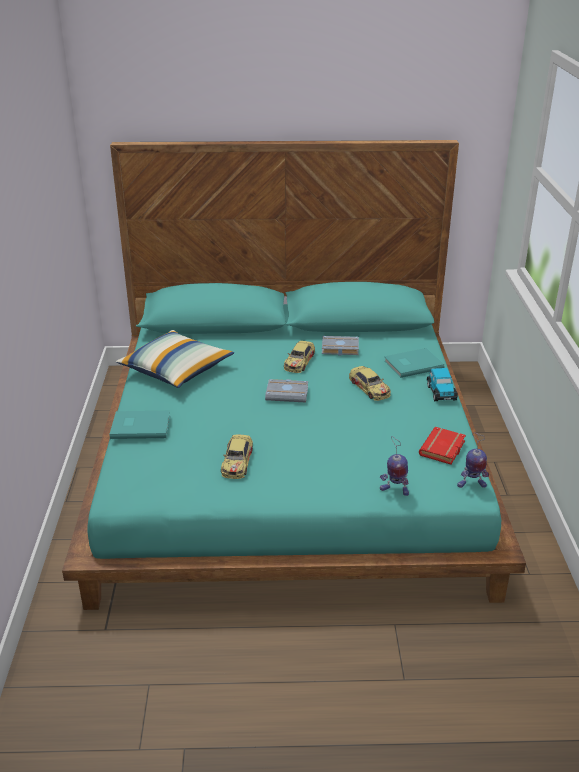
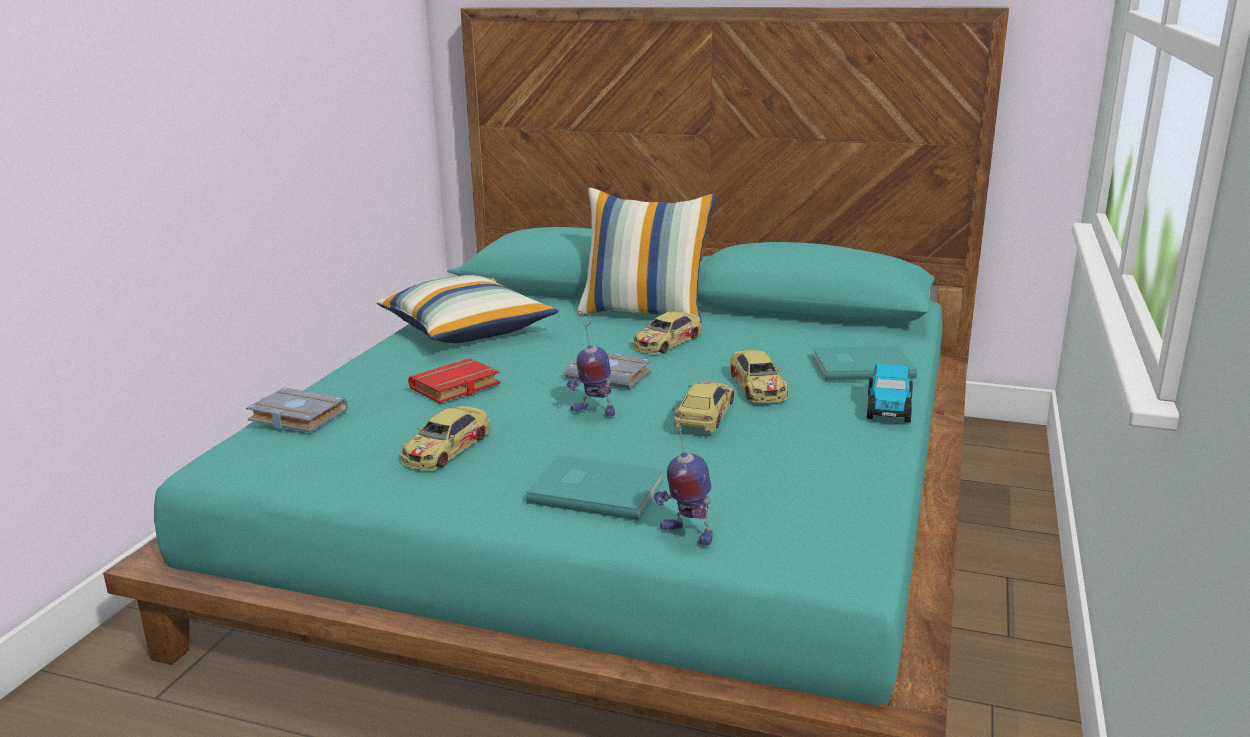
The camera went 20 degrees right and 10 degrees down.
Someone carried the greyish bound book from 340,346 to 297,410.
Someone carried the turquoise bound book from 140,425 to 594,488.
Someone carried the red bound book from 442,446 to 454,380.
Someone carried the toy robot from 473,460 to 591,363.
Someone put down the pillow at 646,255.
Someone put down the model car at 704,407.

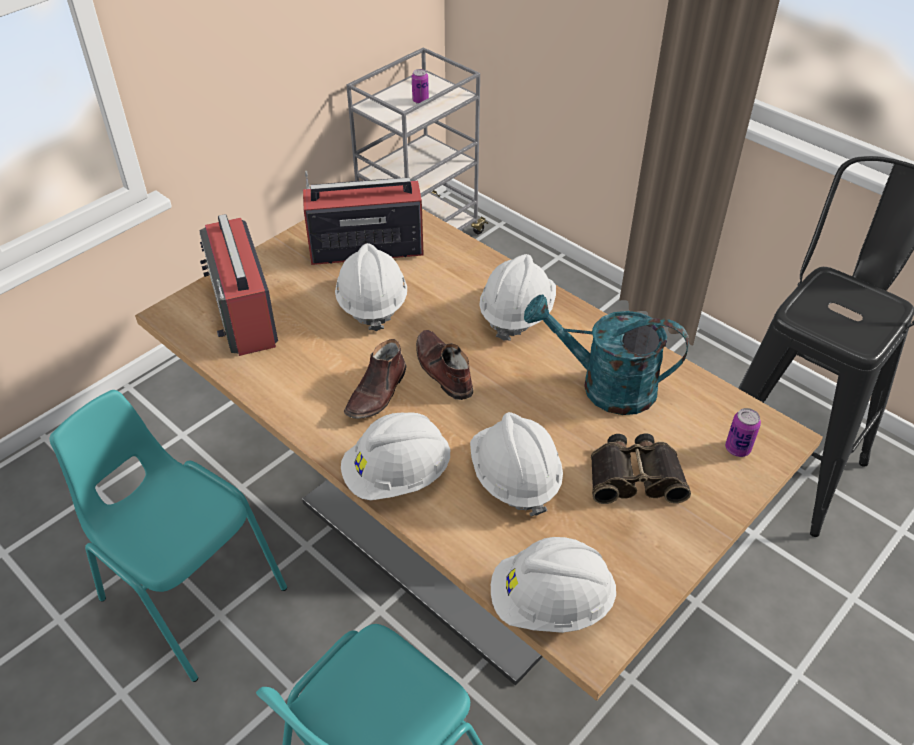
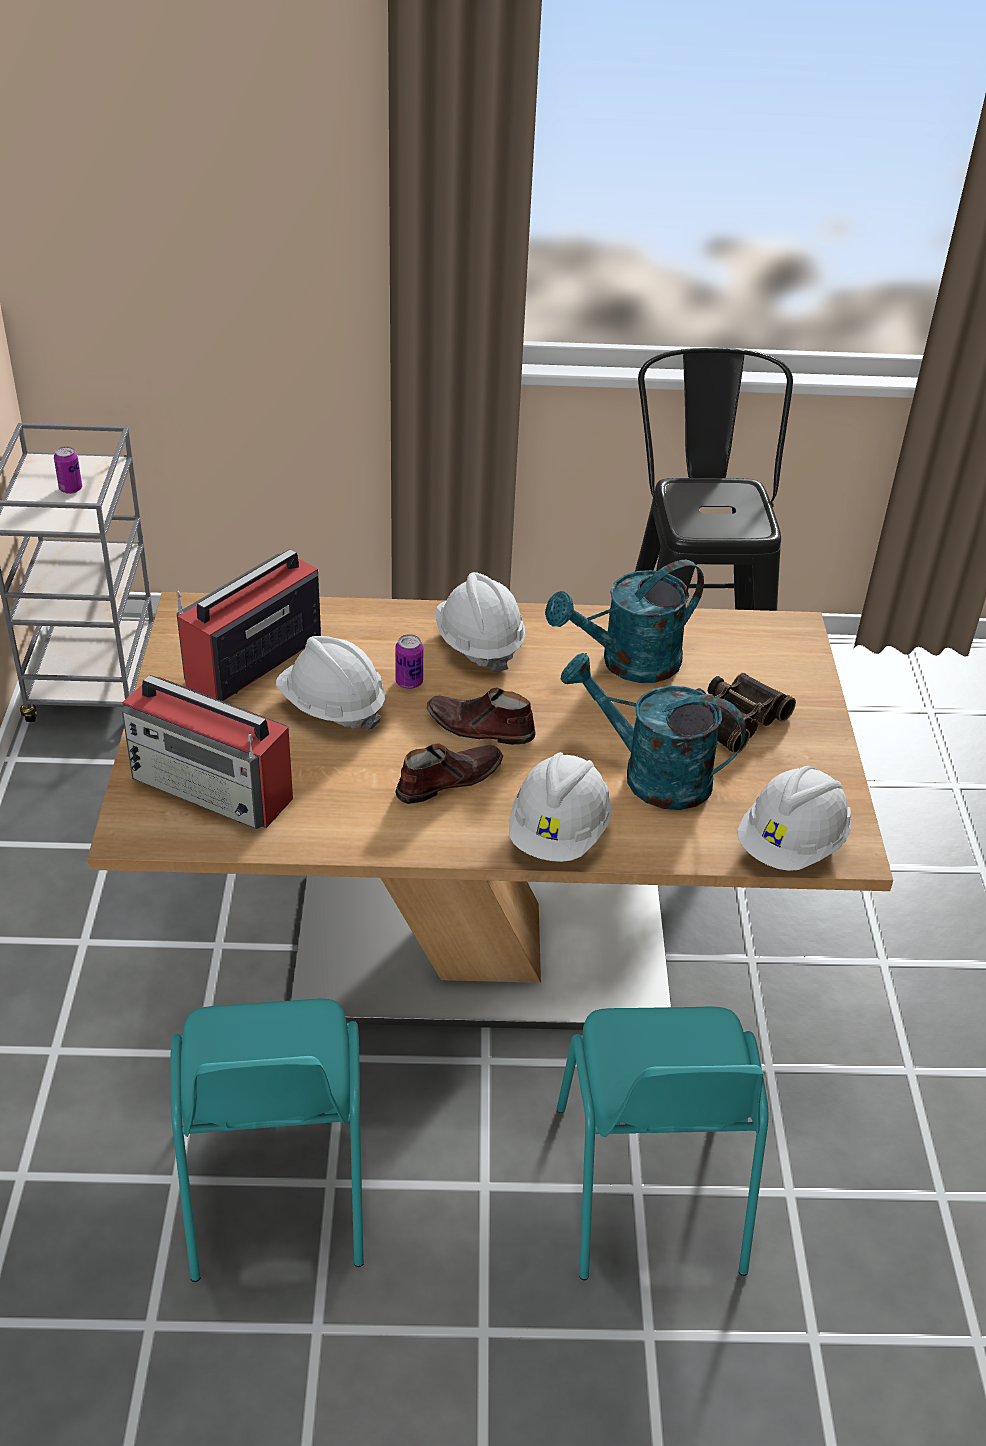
The camera went 45 degrees left and 5 degrees down.
Someone rotated the brown-coloured item of footwear at 375,379 by 105 degrees counterclockwise.
Someone rotated the turquoise plain chair at 168,536 by 90 degrees counterclockwise.
Someone carried the can from 743,432 to 409,661.
Someone swapped the white-coloured safety helmet at 516,464 for the turquoise watering pot at 653,731.

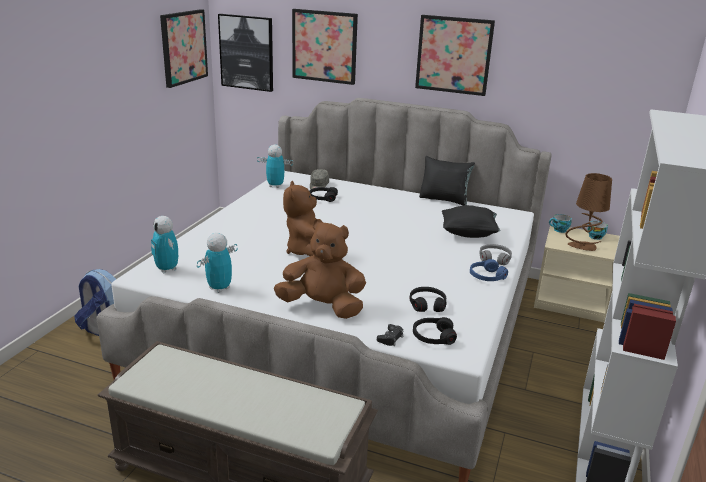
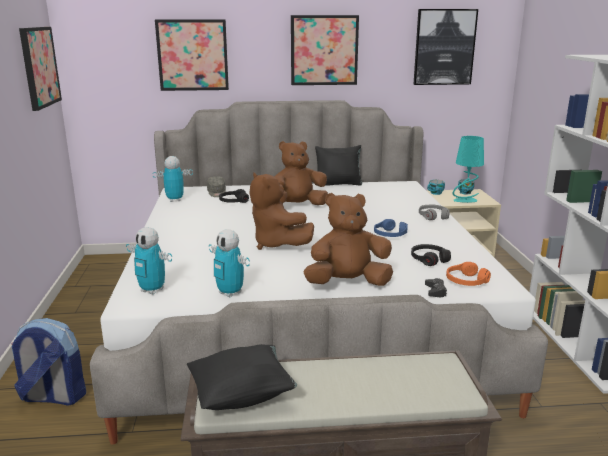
The camera went 25 degrees left and 5 degrees down.
Someone carried the picture from 245,53 to 446,47.
Someone repainted the brown-coloured table lamp at 588,212, which became the turquoise table lamp at 468,169.
Someone carried the black-coloured pillow from 471,221 to 242,377.
Someone rotated the toy robot at 217,263 by 60 degrees counterclockwise.
Someone carried the bluish headset from 489,270 to 391,228.
Someone repainted the black-coloured headset at 435,331, which became the orange-coloured headset at 468,274.
Someone put down the brown-coloured plush toy at 301,173.

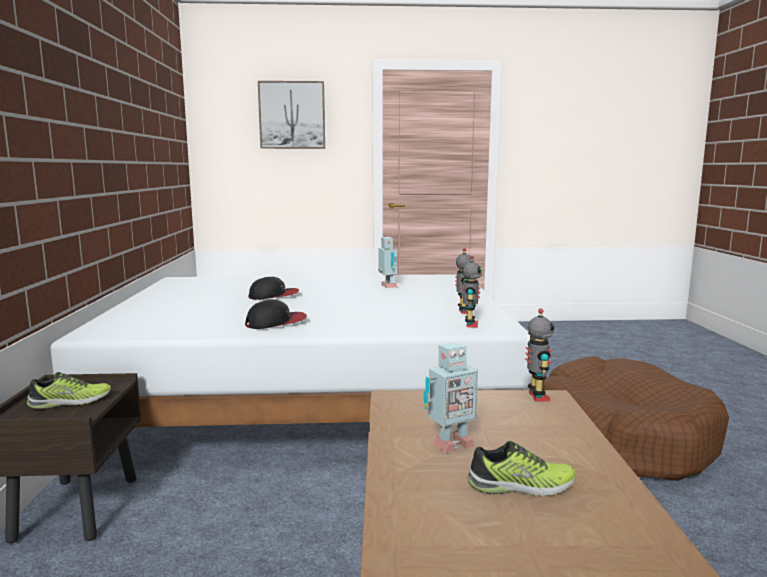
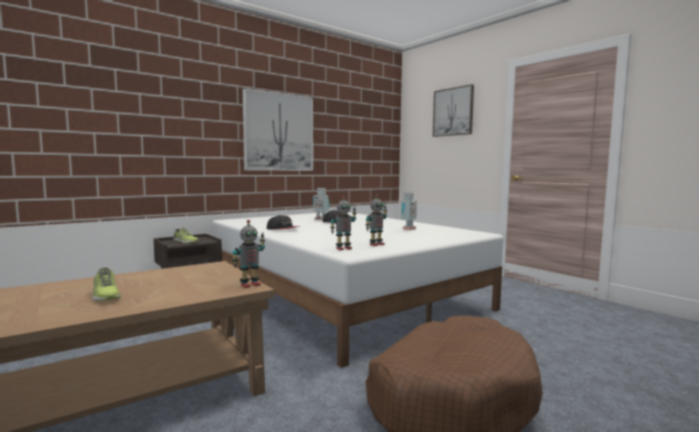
The camera went 55 degrees right and 5 degrees down.
Someone carried the toy robot from 450,398 to 321,204.
Someone put up the picture at 278,129.

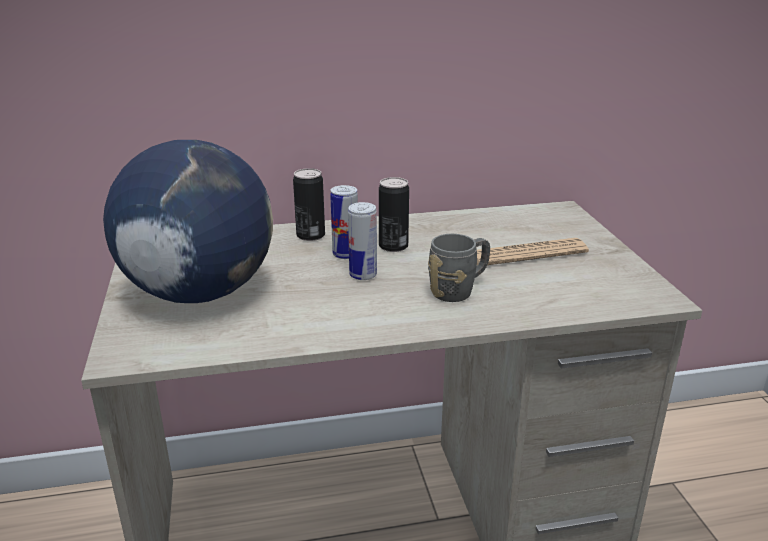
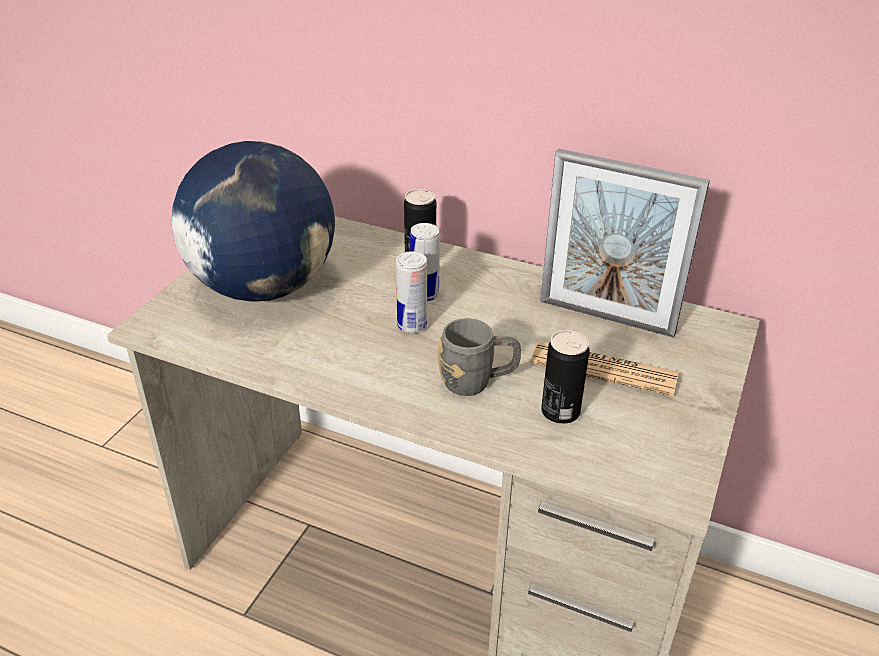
The camera went 35 degrees right and 10 degrees up.
Someone carried the can from 394,214 to 565,377.
Someone put down the photo frame at 625,243.

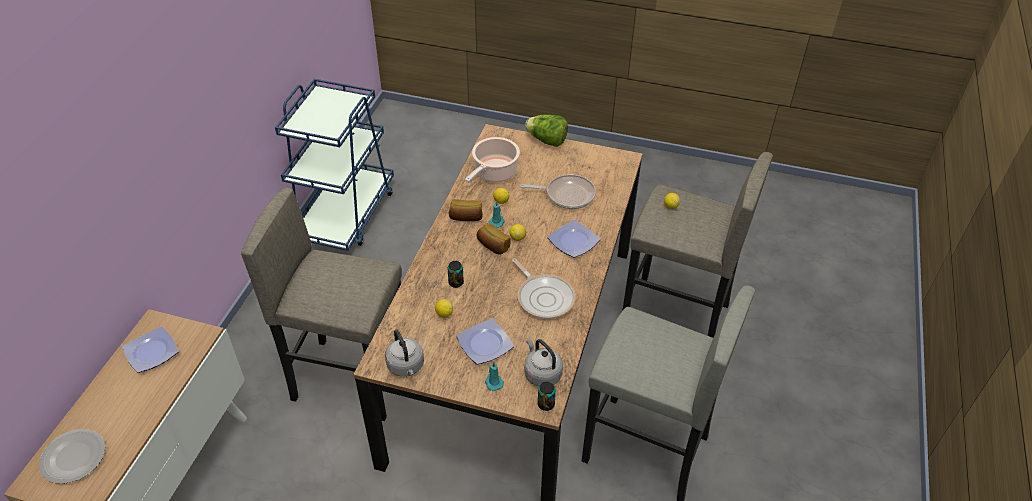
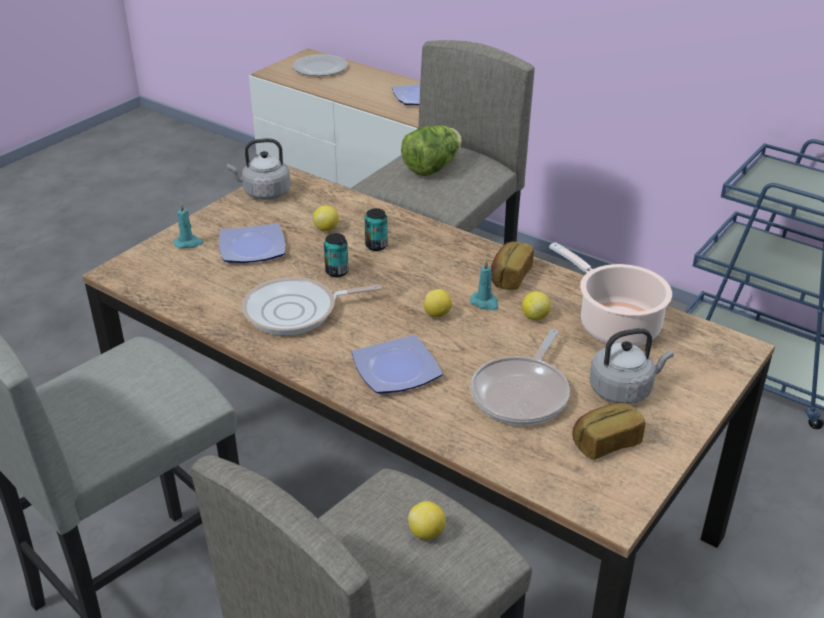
The camera went 110 degrees right and 10 degrees down.
Someone carried the lettuce from 546,130 to 431,150.
Someone carried the bread from 494,239 to 608,431.
Someone carried the greyish tea kettle from 543,362 to 632,366.
Someone carried the can from 547,396 to 336,255.

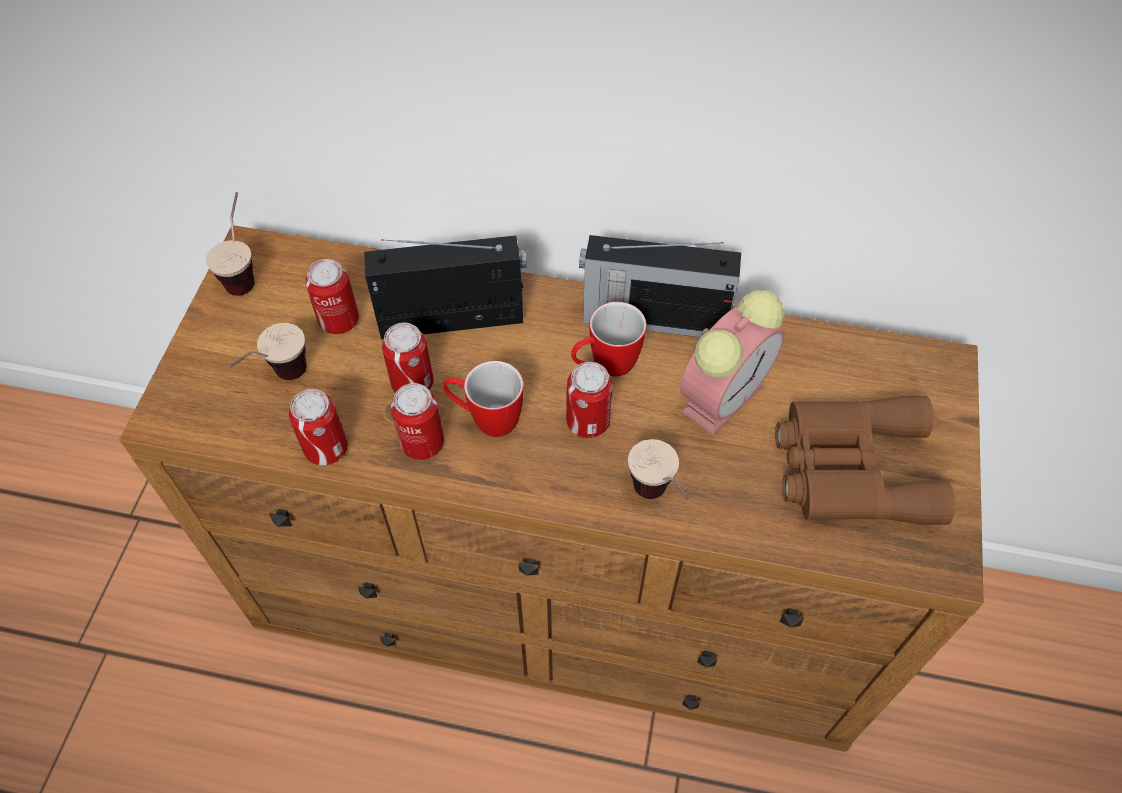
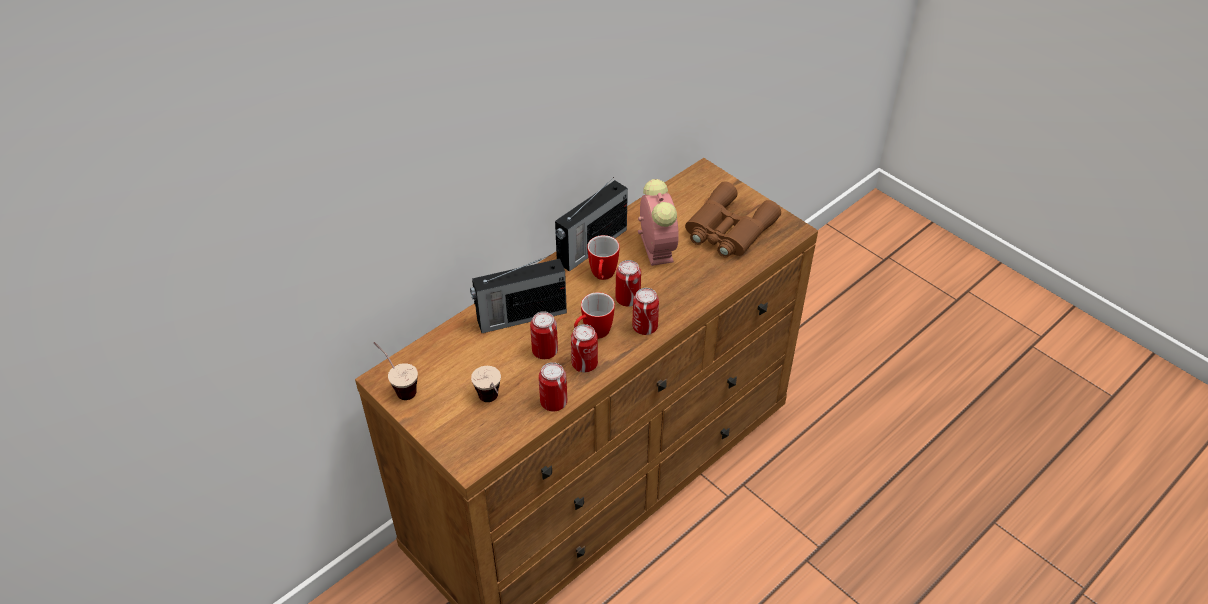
The camera went 55 degrees left and 10 degrees down.
Someone rotated the radio receiver at 445,287 by 135 degrees counterclockwise.
Someone carried the can from 332,296 to 645,311.
Someone took away the cup at 659,470.

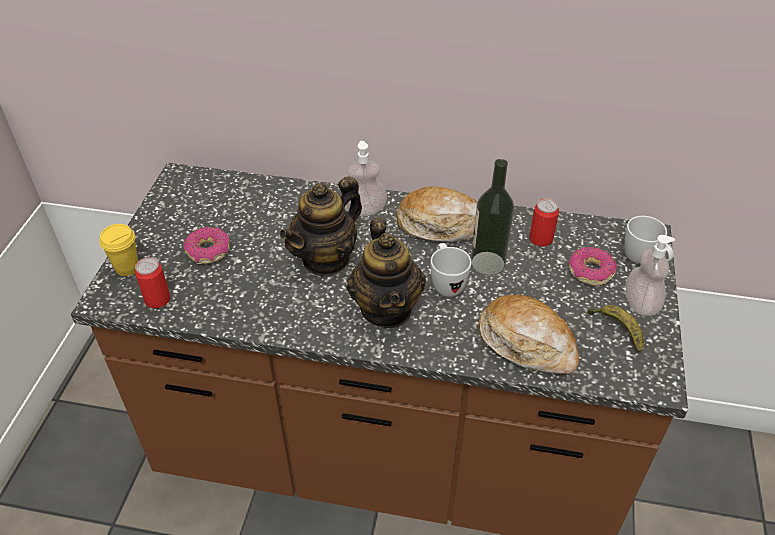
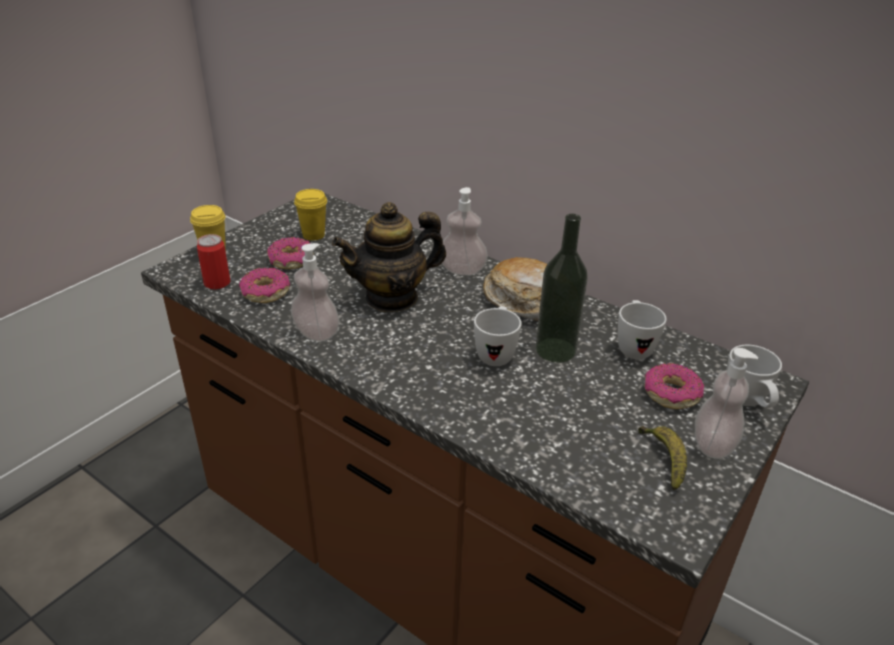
The camera went 25 degrees right and 10 degrees down.
Someone swapped the can at 544,222 for the white-coloured mug at 642,329.
Someone took away the teapot at 386,273.
Someone took away the bread at 528,334.
Someone put down the yellowish cup at 310,215.
Someone put down the soap bottle at 315,292.
Someone put down the doughnut at 264,285.

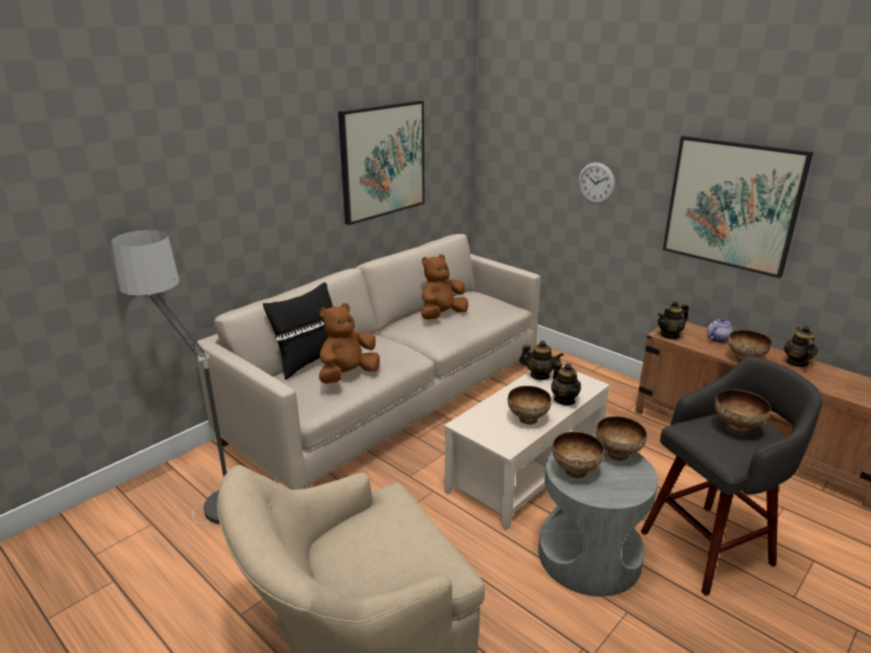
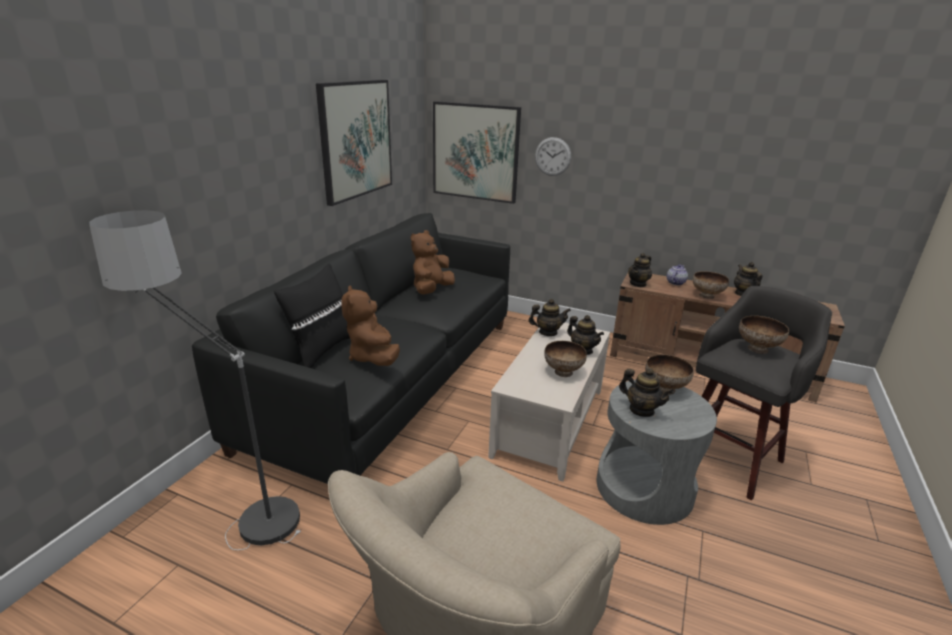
The camera went 20 degrees left and 0 degrees up.
Someone carried the picture from 738,207 to 477,152.
Someone repainted the beige-coloured couch at 367,362, which became the black-coloured couch at 351,348.
Someone rotated the brown-coloured plush toy at 349,343 by 45 degrees counterclockwise.
Someone swapped the bowl at 578,454 for the teapot at 646,392.

